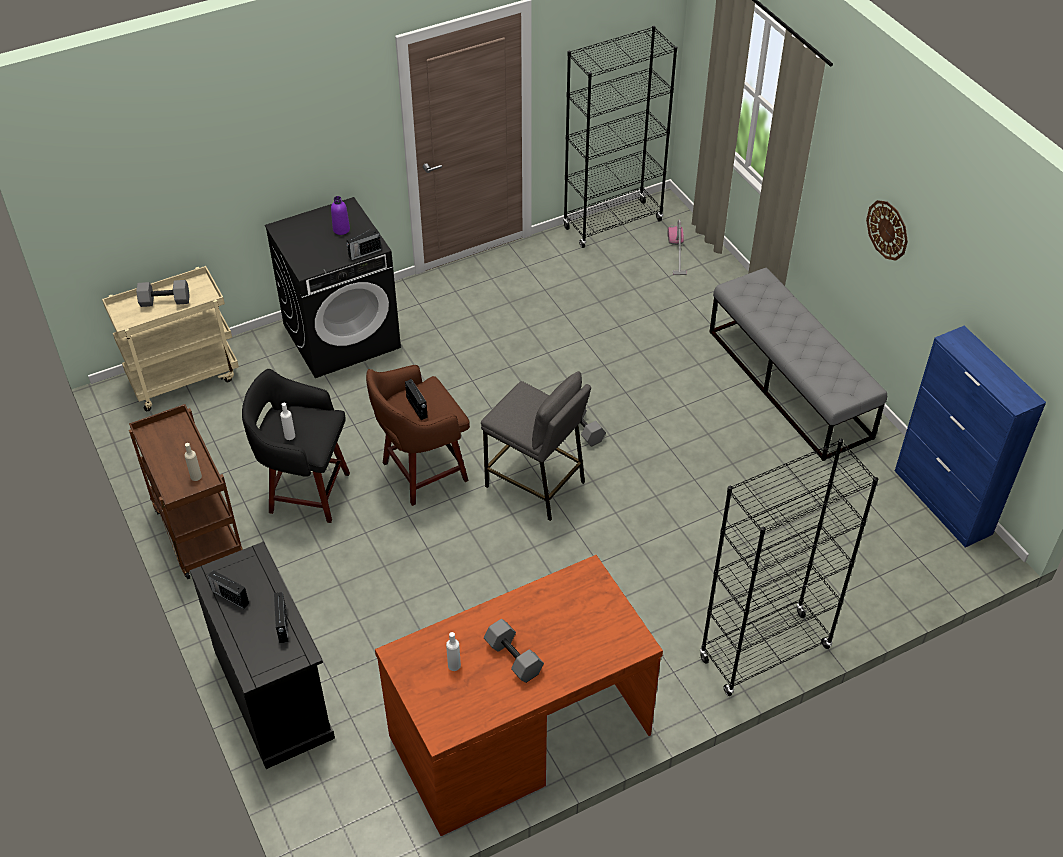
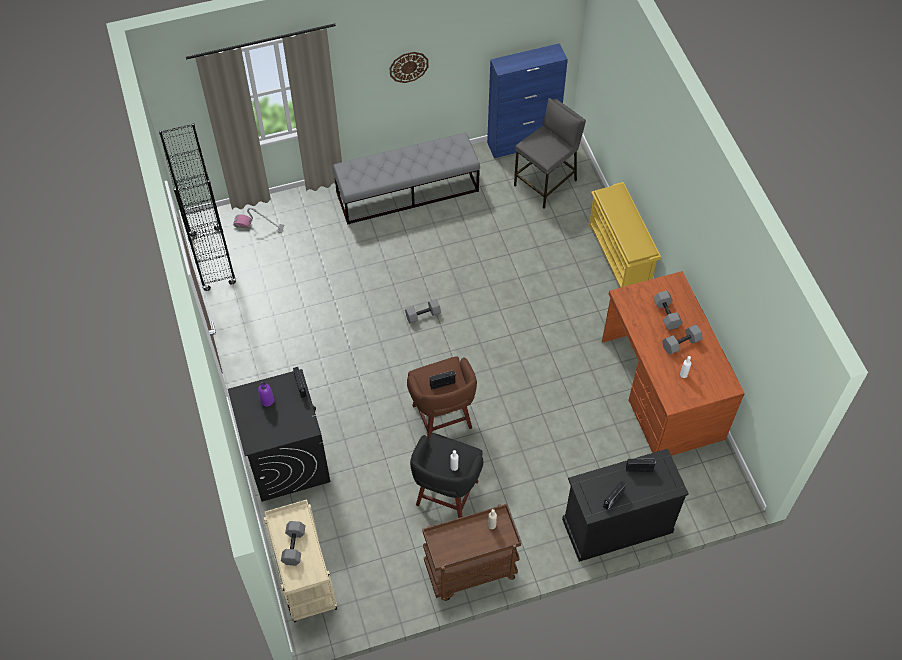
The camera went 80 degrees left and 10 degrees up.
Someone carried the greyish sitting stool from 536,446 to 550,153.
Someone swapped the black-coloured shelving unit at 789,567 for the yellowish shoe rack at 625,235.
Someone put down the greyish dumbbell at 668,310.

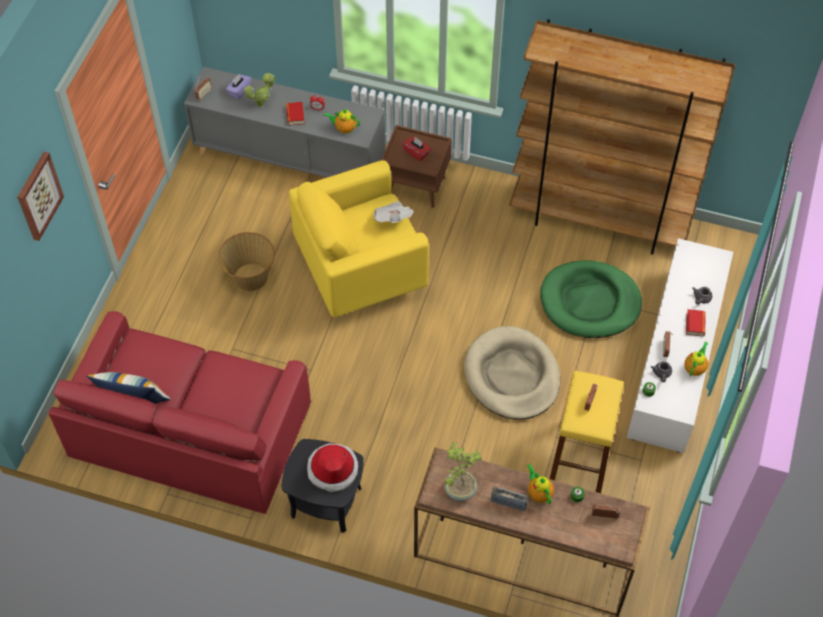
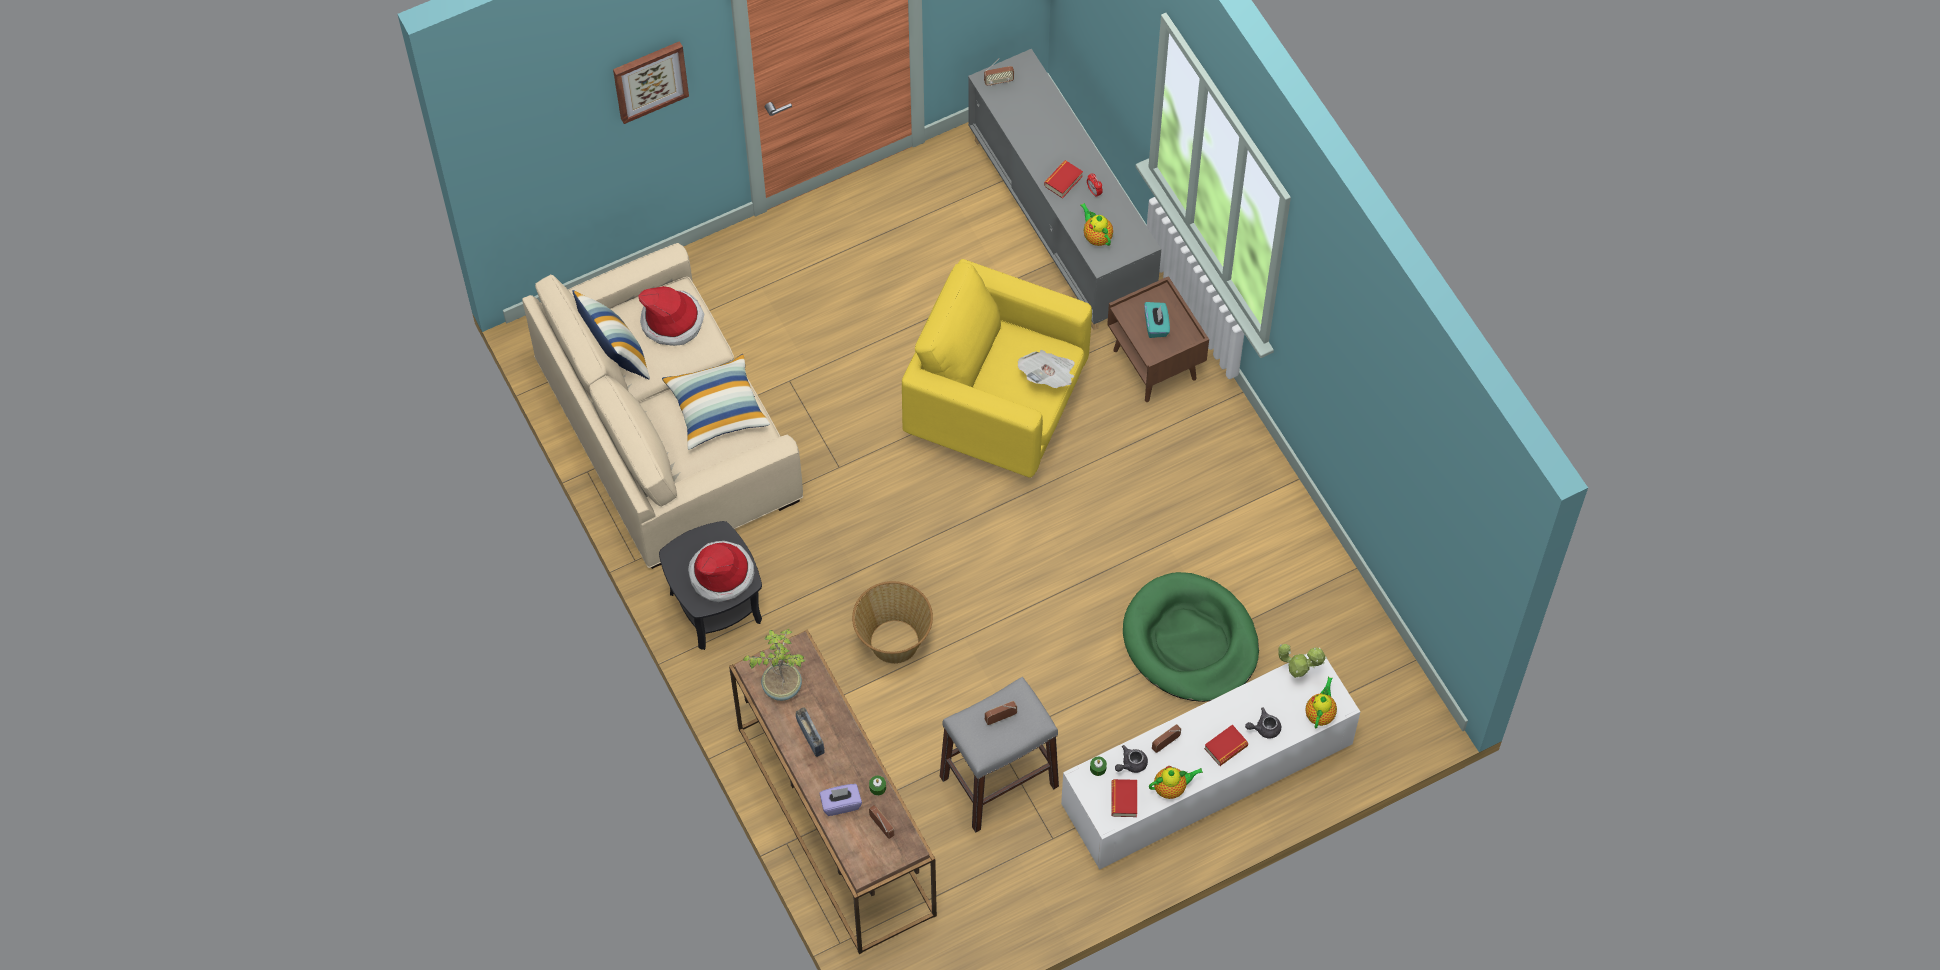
The camera went 45 degrees right and 5 degrees up.
Someone took away the brown-coloured shelving unit at 622,137.
Someone carried the plant in a pot from 259,90 to 1302,661.
Someone carried the purple-coloured box of tissues from 239,86 to 841,800.
Someone repainted the red box of tissues at 417,149, which became the turquoise box of tissues at 1157,320.
Someone carried the basket from 246,261 to 892,622.
Someone repainted the red couch at 179,412, which became the beige-coloured couch at 662,406.
Someone took away the beige-coloured dog cushion at 512,373.
Someone repainted the yellowish sitting stool at 586,432, which became the greyish sitting stool at 999,755.
Someone carried the teapot from 540,484 to 1321,702.
Someone put down the wearable hat at 671,316.
Someone put down the pillow at 716,402.
Someone put down the bound book at 1124,798.

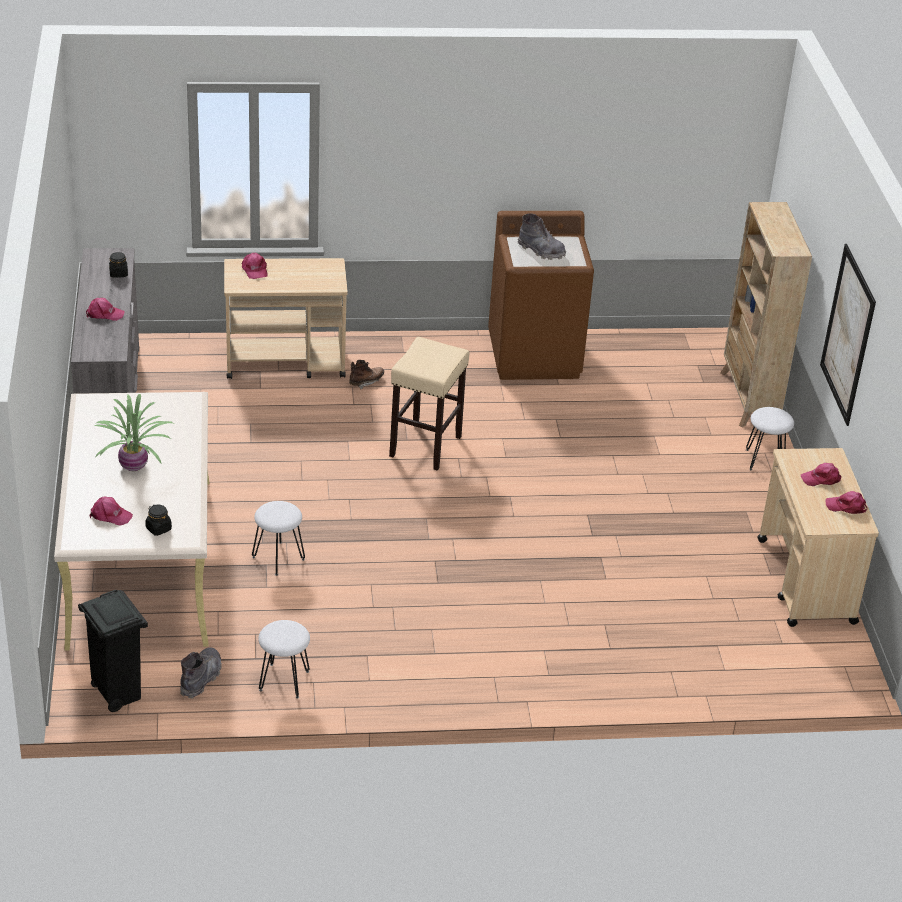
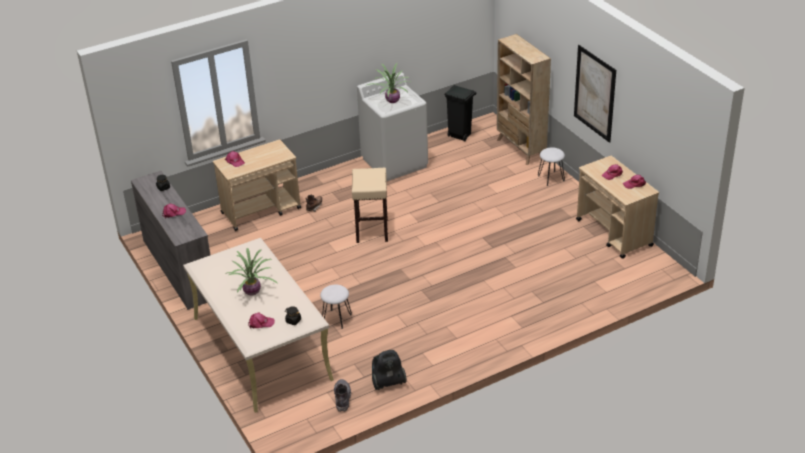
The camera went 20 degrees left and 0 degrees up.
Someone repainted the brown-coloured laundry machine at 541,295, which became the white-coloured laundry machine at 392,126.
Someone swapped the greyish boot at 542,236 for the plant in a pot at 389,83.
Someone carried the black-coloured waste bin from 113,651 to 460,113.
Someone swapped the white-coloured sitting stool at 284,659 for the vacuum at 389,370.

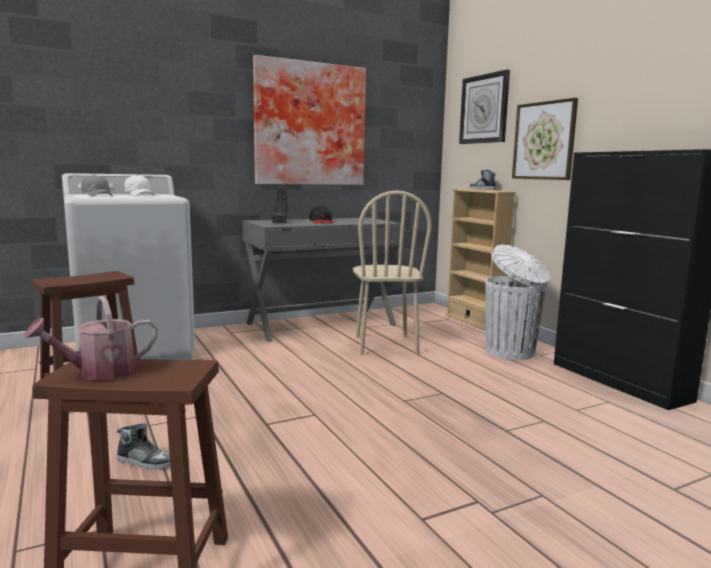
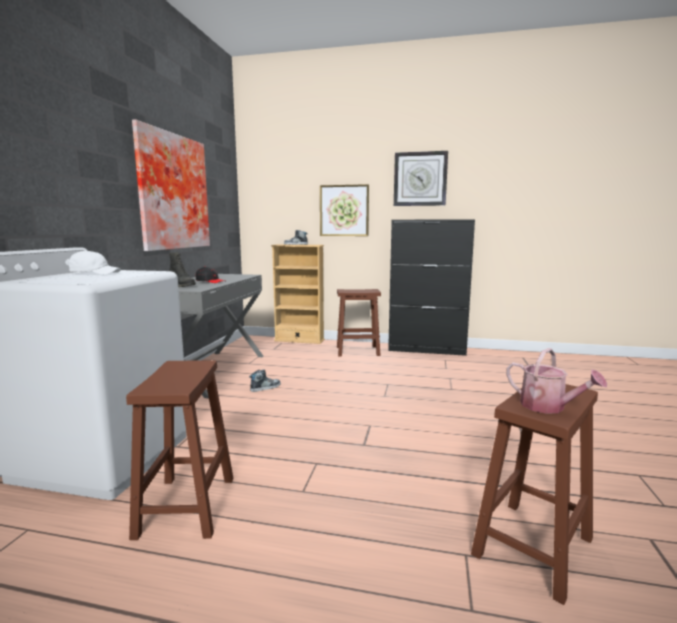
The camera went 50 degrees left and 0 degrees up.
Someone carried the clock on the wall from 484,107 to 421,178.
Someone took away the greyish baseball cap at 97,186.
Someone took away the beige-coloured plain chair at 392,272.
Someone swapped the white-coloured waste bin at 517,302 for the brown-coloured sitting stool at 359,322.
Someone rotated the watering pot at 90,338 by 45 degrees counterclockwise.
Someone carried the item of footwear from 143,446 to 265,380.

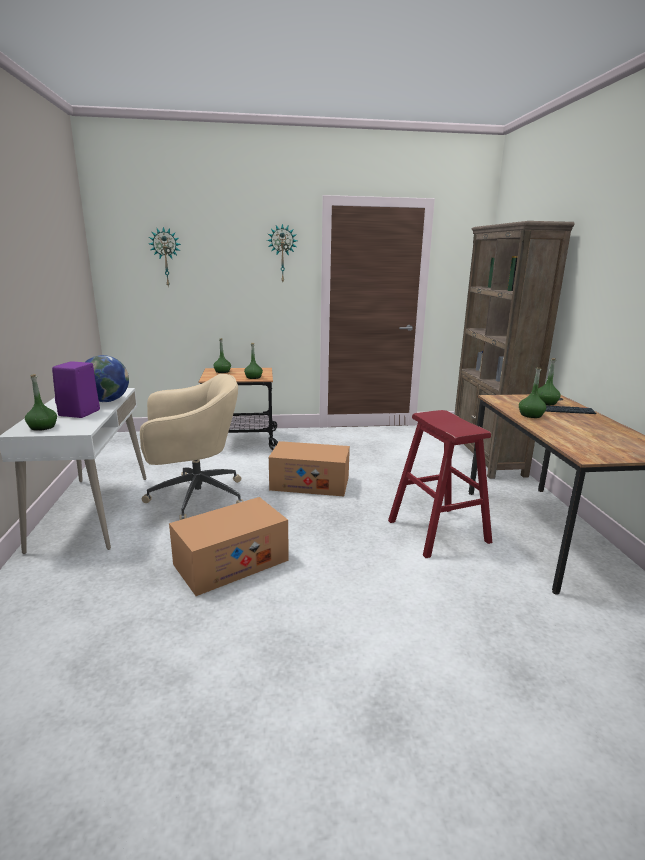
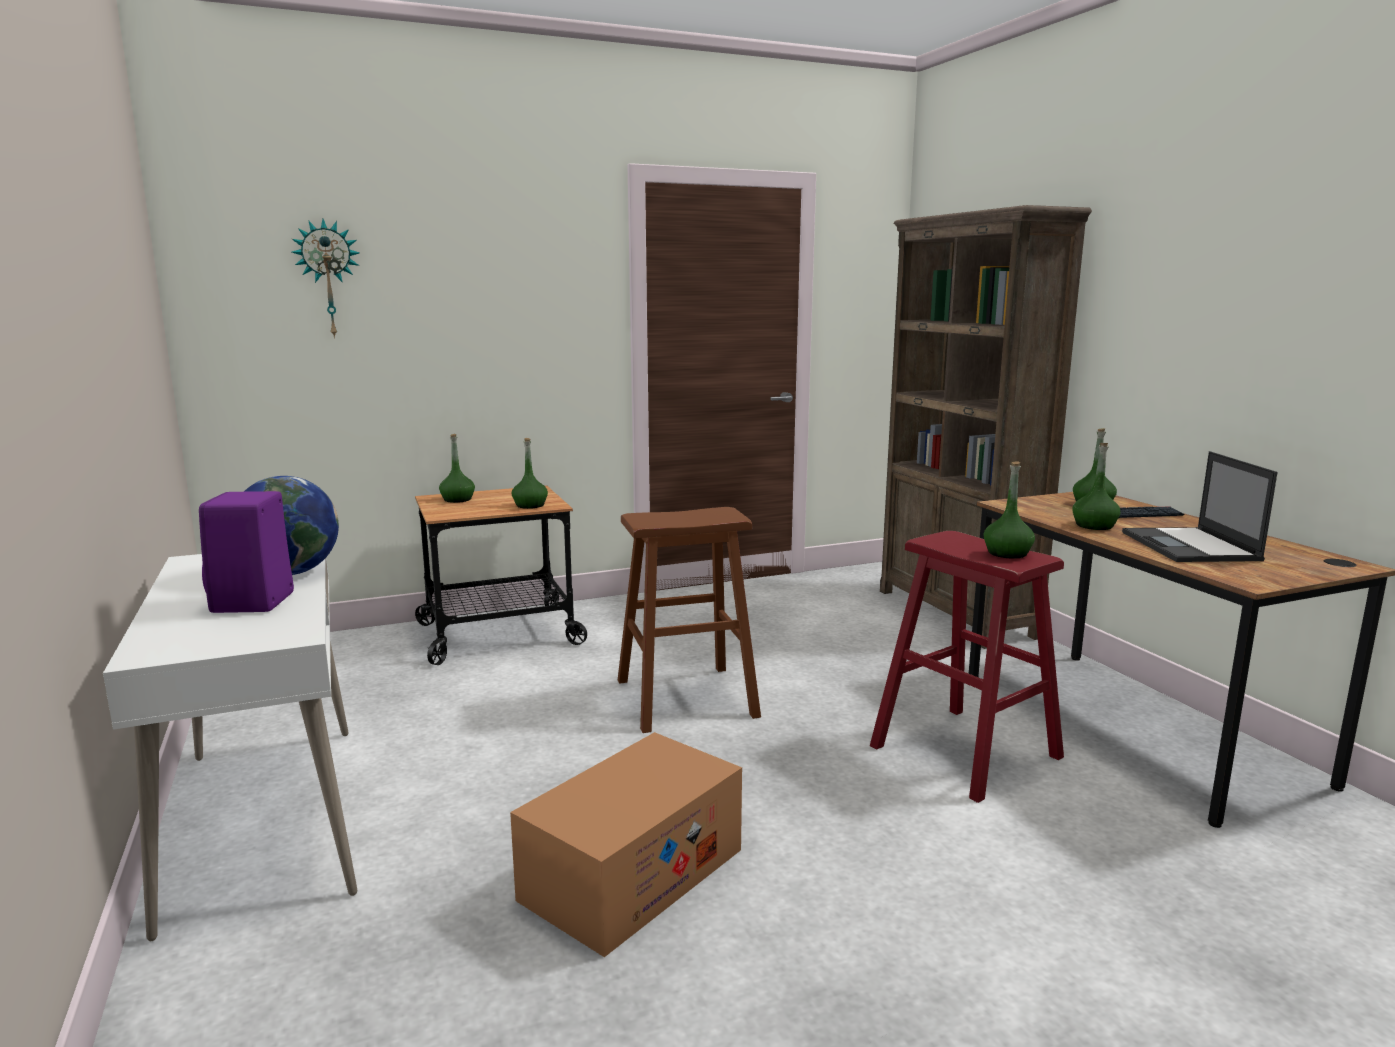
The camera went 15 degrees left and 5 degrees down.
Someone took away the clock on the wall at 282,253.
Someone carried the greenish beverage bottle from 41,402 to 1009,510.
Someone took away the beige-coloured computer chair at 192,447.
Someone swapped the carton at 309,468 for the brown-coloured sitting stool at 689,620.
Someone put down the laptop at 1199,506.

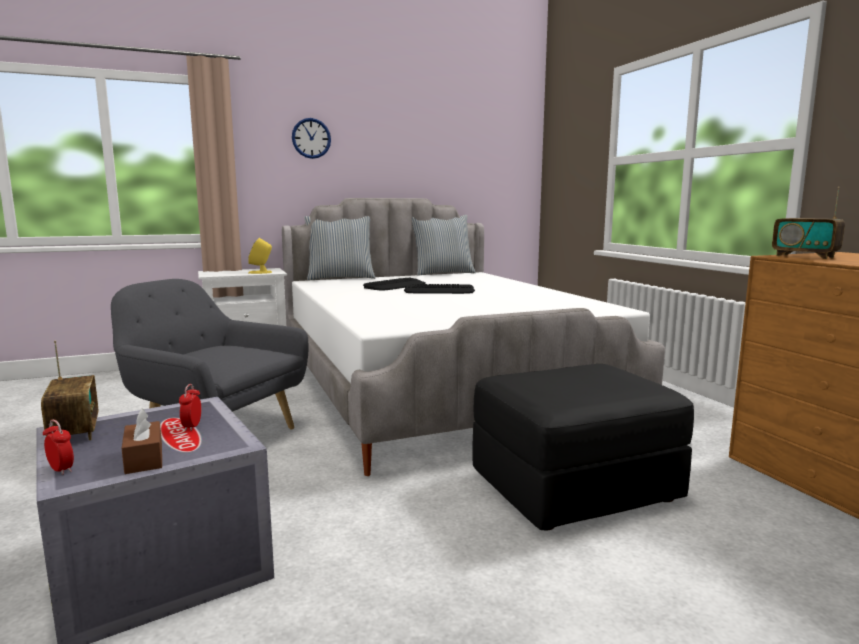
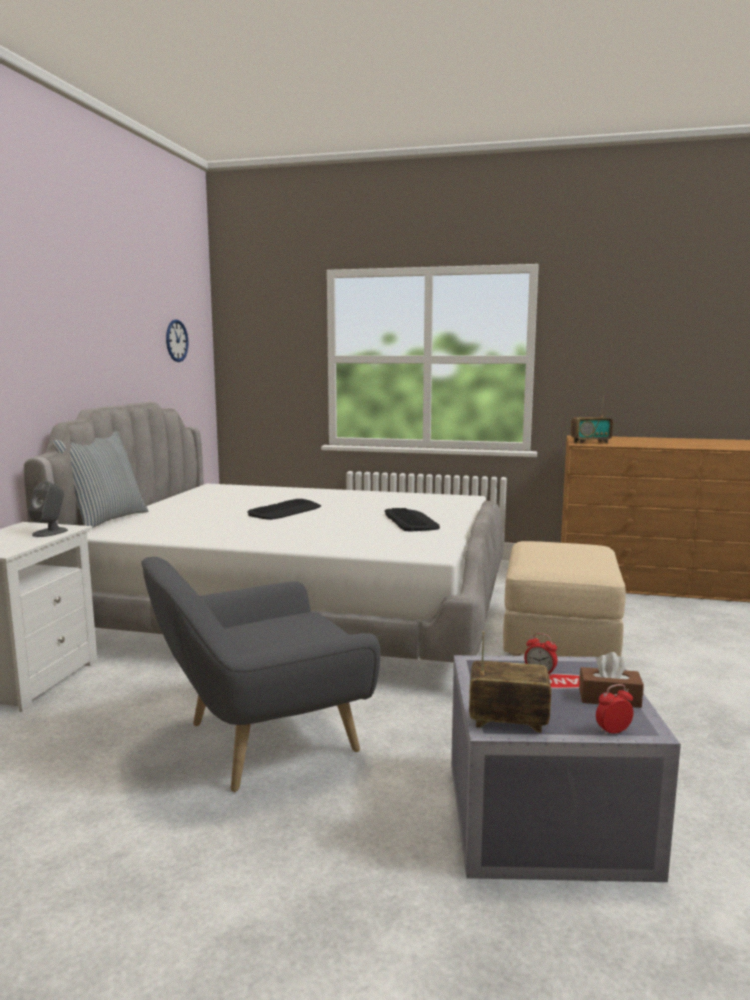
The camera went 55 degrees left and 0 degrees up.
Someone carried the clock on the wall from 311,138 to 177,340.
Someone took away the pillow at 444,245.
Someone repainted the yellowish audio speaker at 260,256, which became the greyish audio speaker at 48,509.
Someone carried the keyboard from 394,284 to 412,520.
Someone repainted the black-coloured footrest at 583,447, which became the beige-coloured footrest at 564,599.

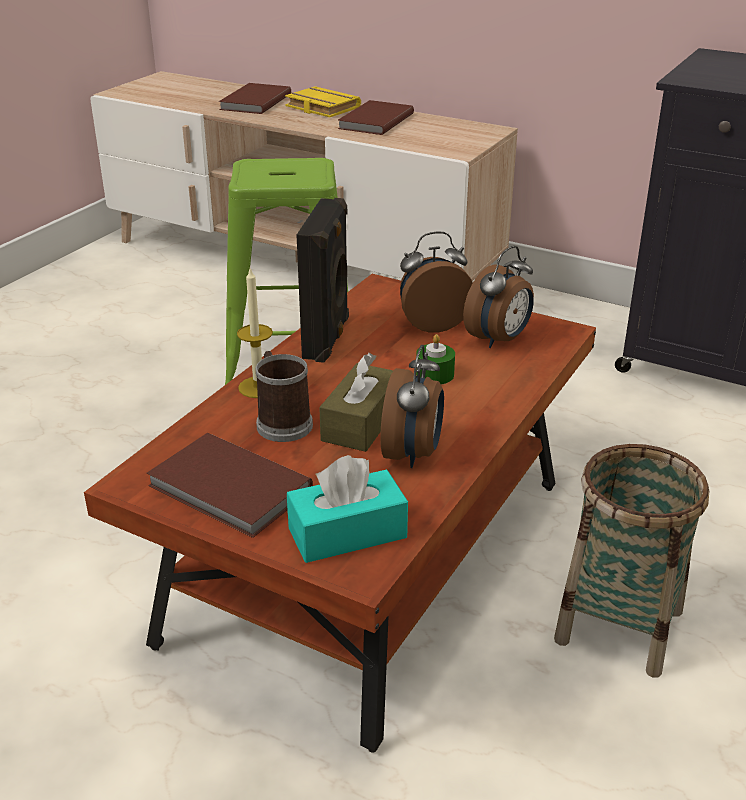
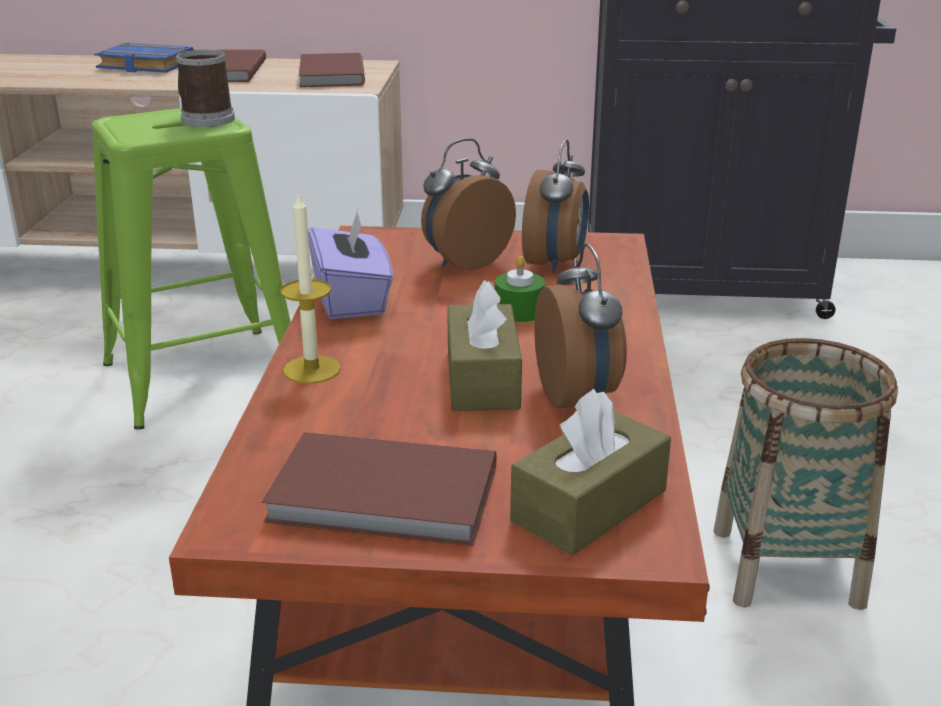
The camera went 25 degrees left and 5 degrees down.
Someone carried the brown-coloured bound book from 255,98 to 332,70.
Someone repainted the yellowish bound book at 323,101, which became the bluish bound book at 144,58.
Someone swapped the black-coloured audio speaker at 323,280 for the purple-coloured box of tissues at 350,264.
Someone carried the mug from 284,396 to 205,88.
Someone repainted the turquoise box of tissues at 347,509, which became the brown-coloured box of tissues at 590,472.

